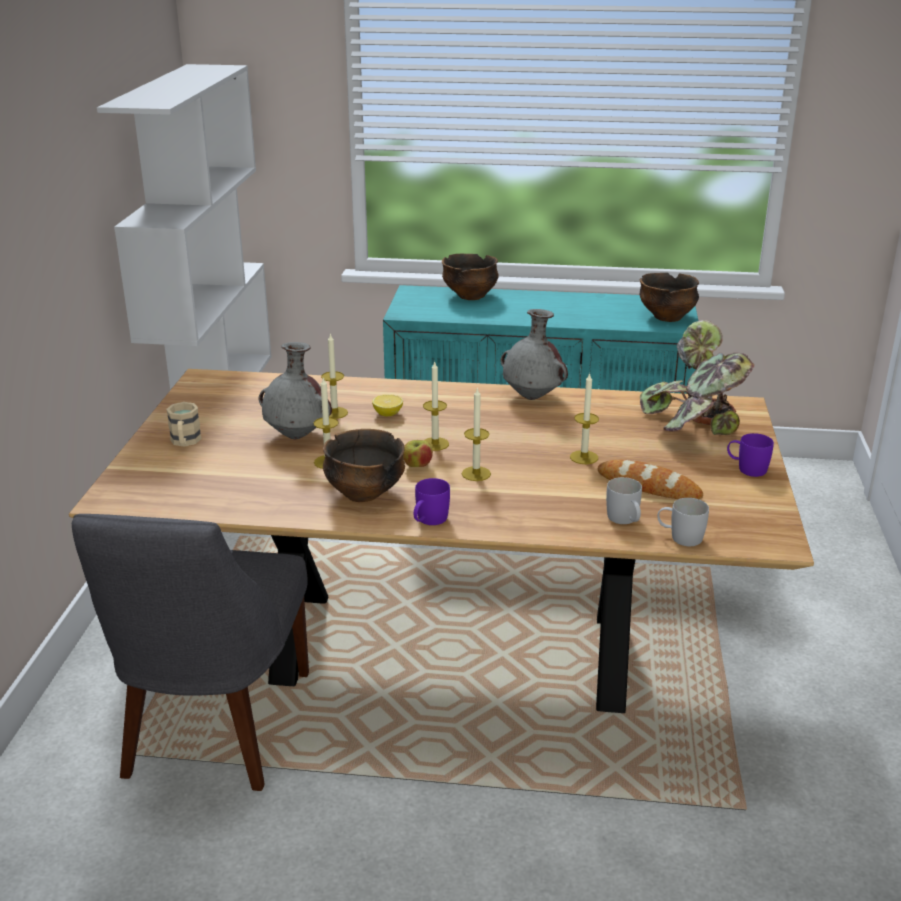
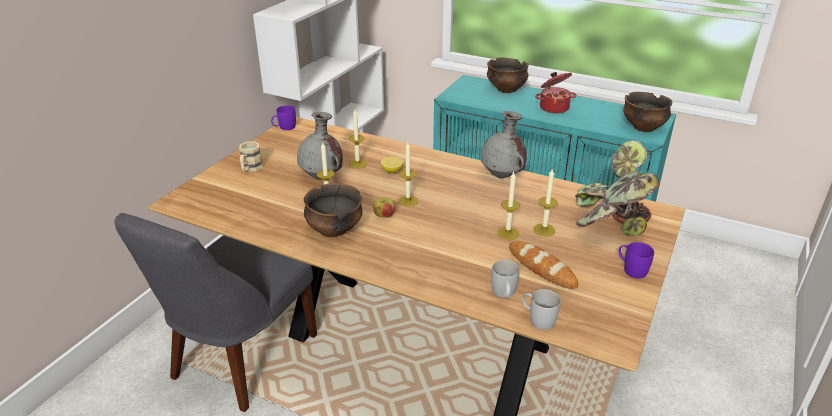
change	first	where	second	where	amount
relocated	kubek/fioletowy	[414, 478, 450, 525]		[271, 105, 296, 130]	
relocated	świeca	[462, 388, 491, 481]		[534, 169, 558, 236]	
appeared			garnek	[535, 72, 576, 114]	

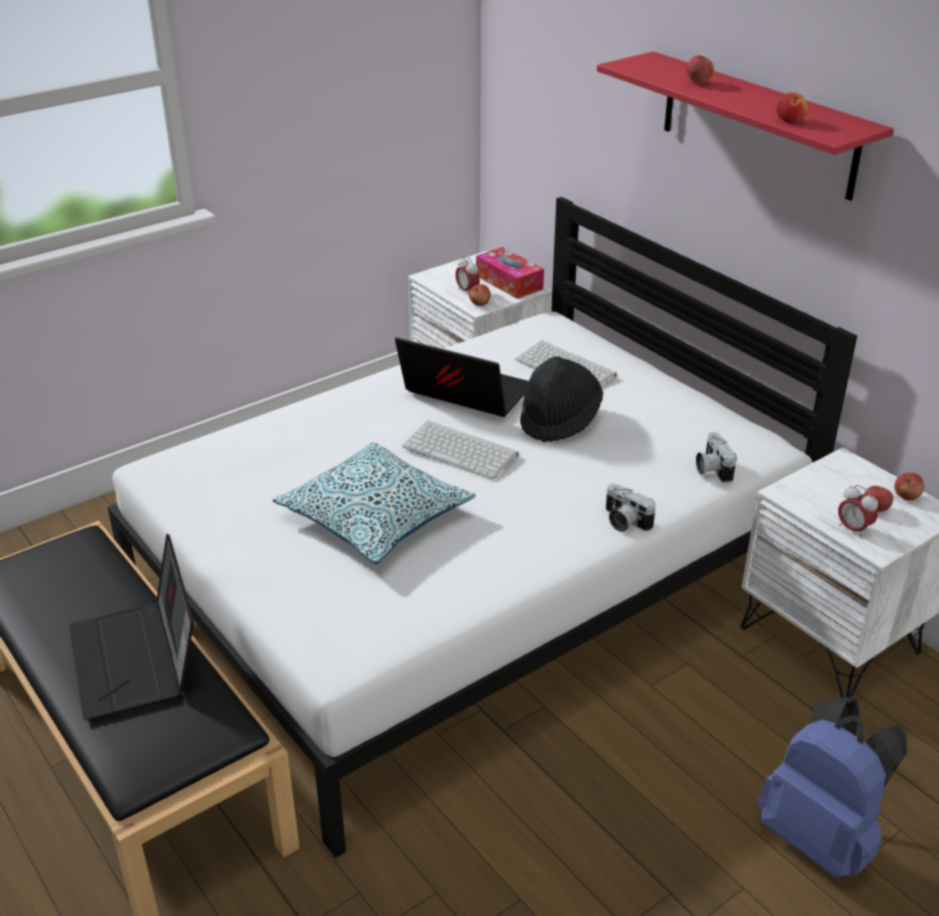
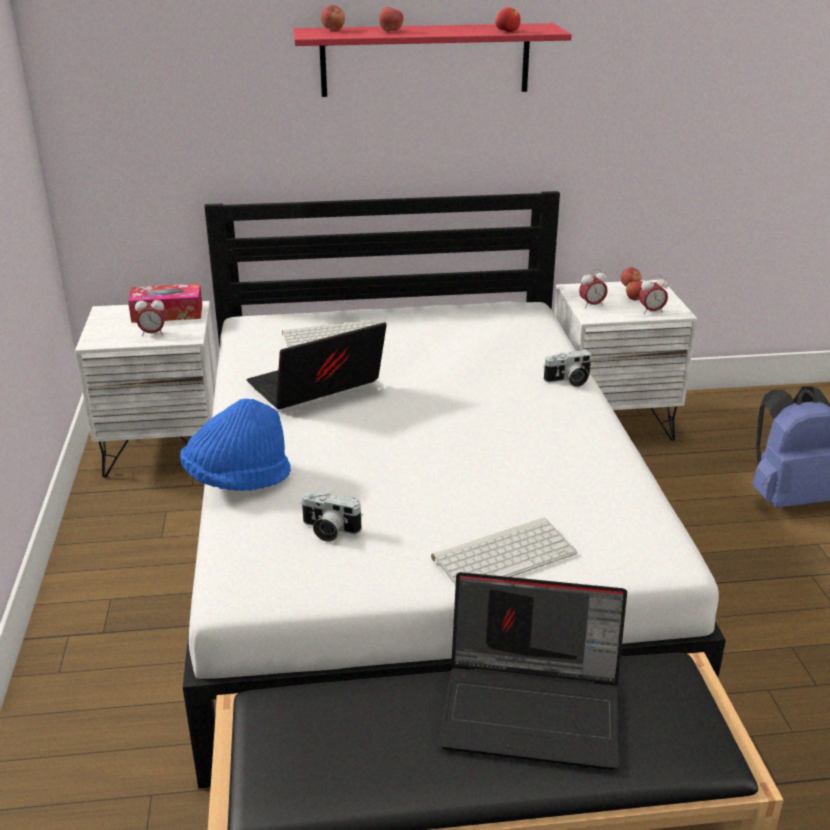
change	first	where	second	where	amount
missing	poduszka	[273, 442, 476, 564]			
relocated	klawiatura	[403, 420, 519, 479]		[431, 518, 577, 585]	
relocated	jabłko	[469, 284, 491, 306]		[321, 5, 345, 30]	
missing	kapelusz/czarny	[520, 356, 603, 442]			
relocated	aparat fotograficzny	[696, 432, 737, 483]		[301, 492, 363, 542]	
appeared			kapelusz/niebieski	[180, 398, 291, 491]	
appeared			budzik	[579, 269, 608, 308]	

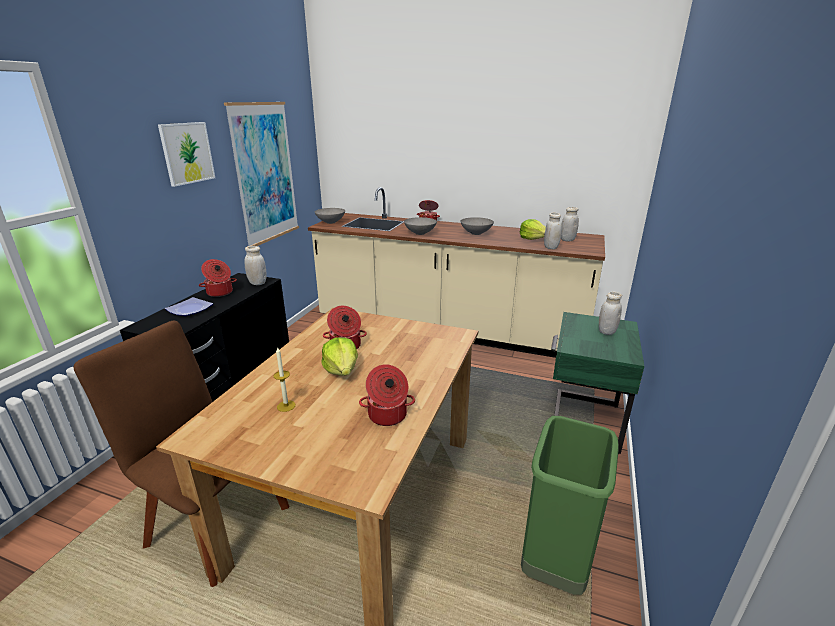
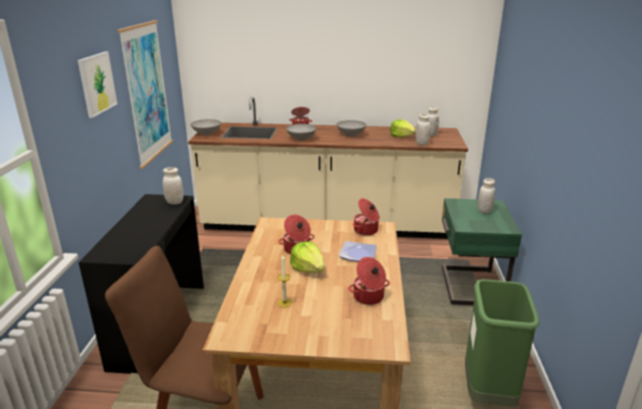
change	first	where	second	where	amount
relocated	talerz	[165, 297, 213, 316]		[339, 241, 376, 262]	
relocated	garnek	[199, 259, 237, 297]		[353, 198, 380, 235]	

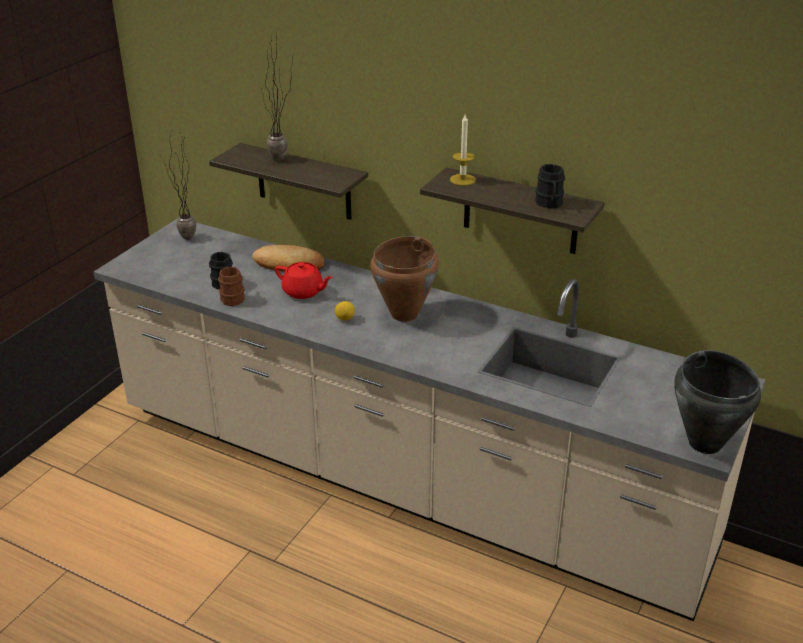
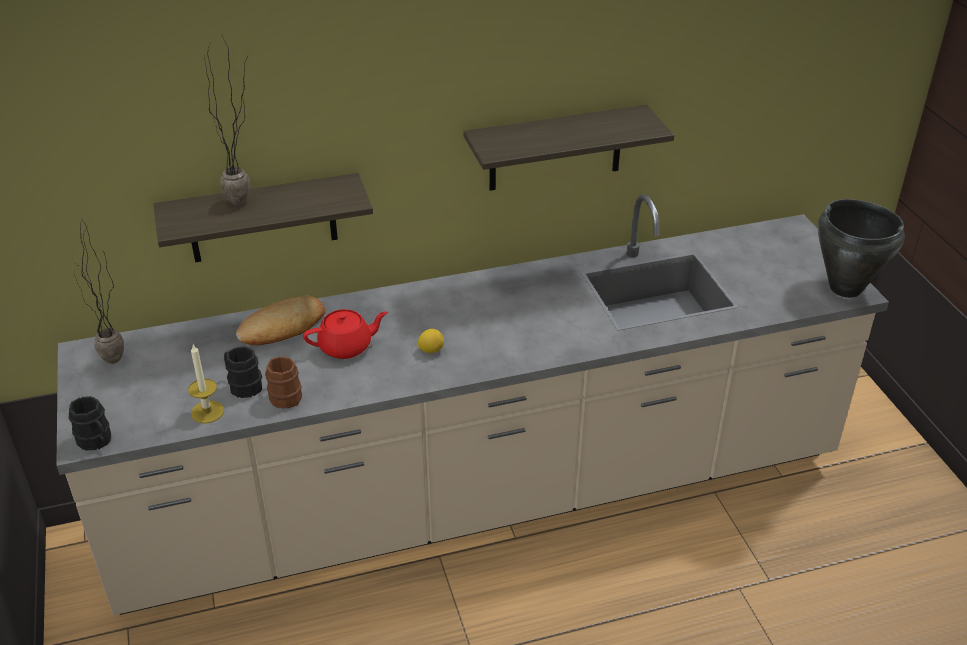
change	first	where	second	where	amount
missing	garnek/brązowy	[370, 236, 439, 322]			
relocated	świeca	[450, 115, 476, 186]		[188, 345, 224, 424]	
relocated	kubek/czarny	[535, 164, 565, 208]		[69, 396, 111, 450]	

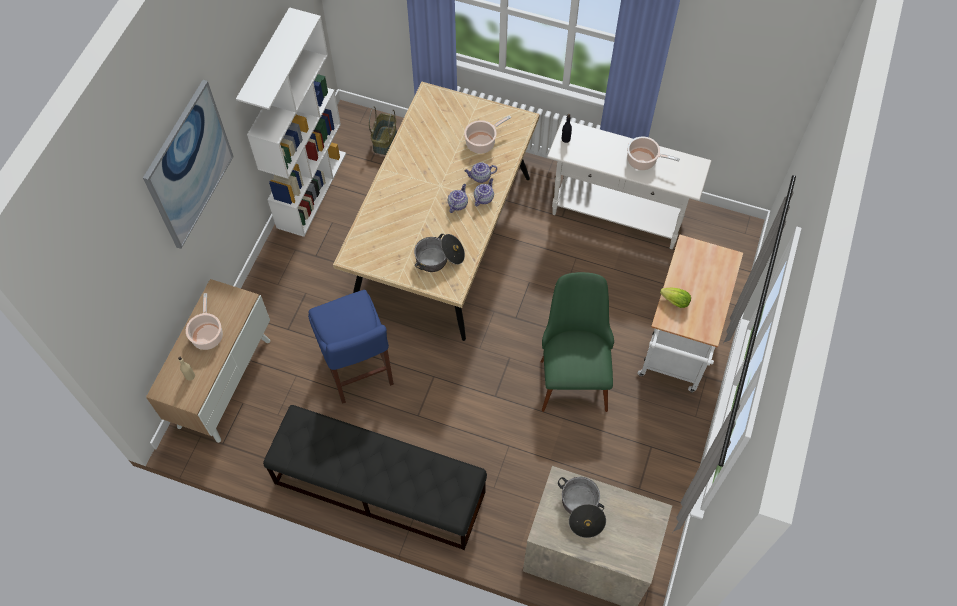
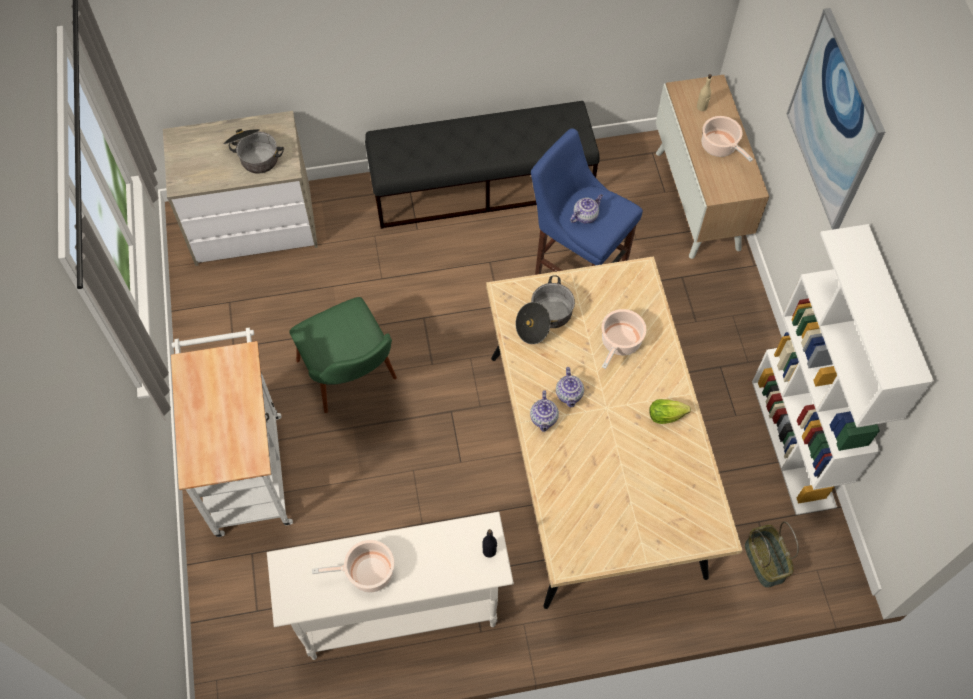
change	first	where	second	where	amount
relocated	garnek	[464, 115, 511, 154]		[601, 309, 646, 369]	
relocated	imbryk	[464, 162, 497, 183]		[570, 194, 603, 224]	
relocated	sałata	[660, 288, 691, 308]		[649, 399, 691, 424]	

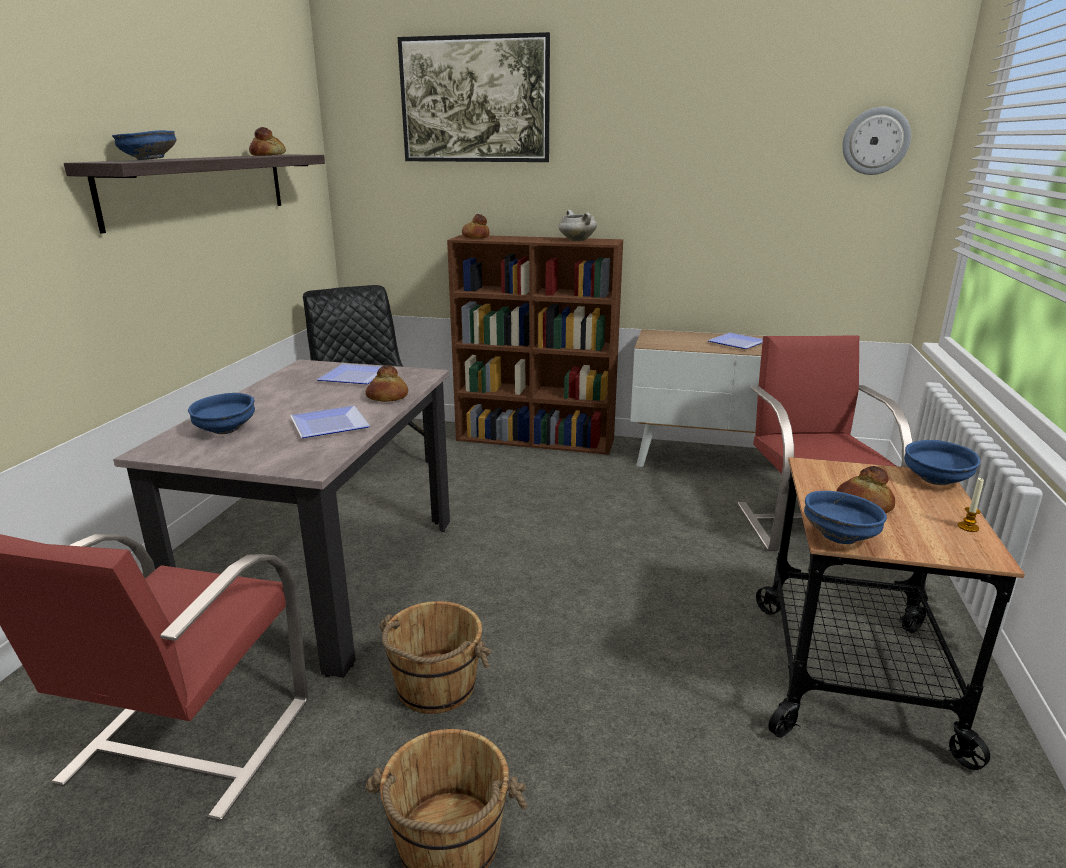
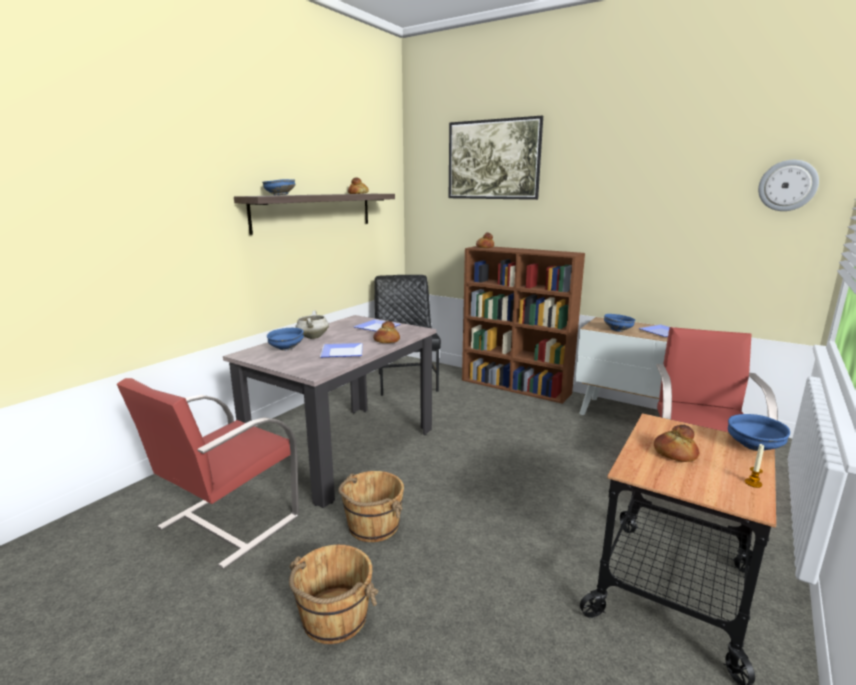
change	first	where	second	where	amount
relocated	garnek/biały	[558, 210, 597, 241]		[295, 311, 329, 339]	
relocated	miska/niebieski	[804, 491, 887, 544]		[604, 314, 635, 332]	

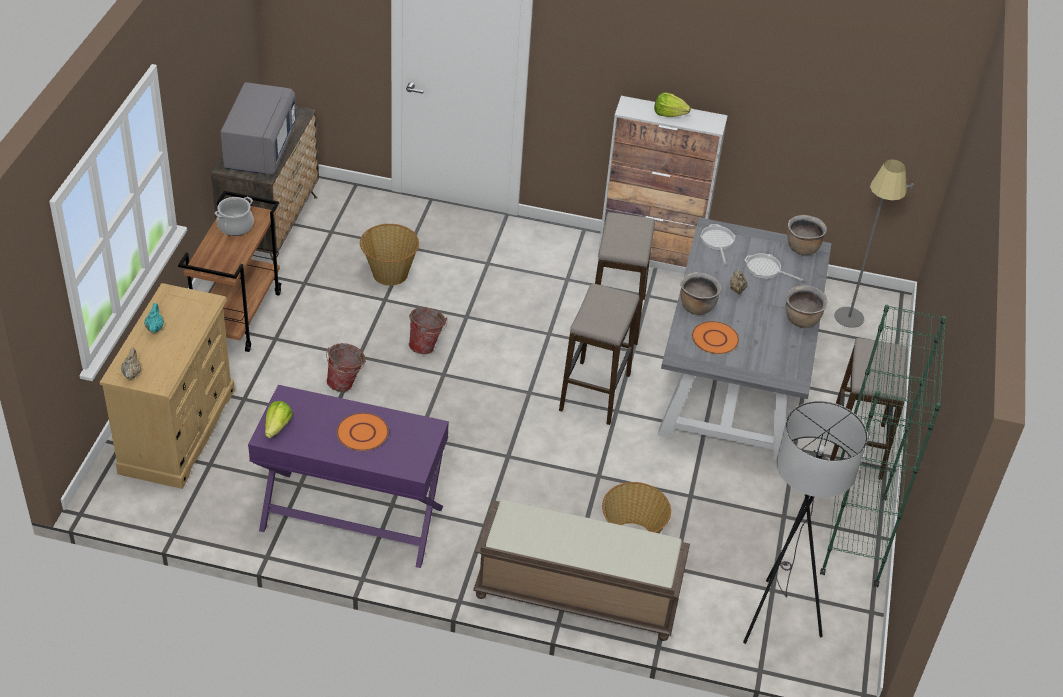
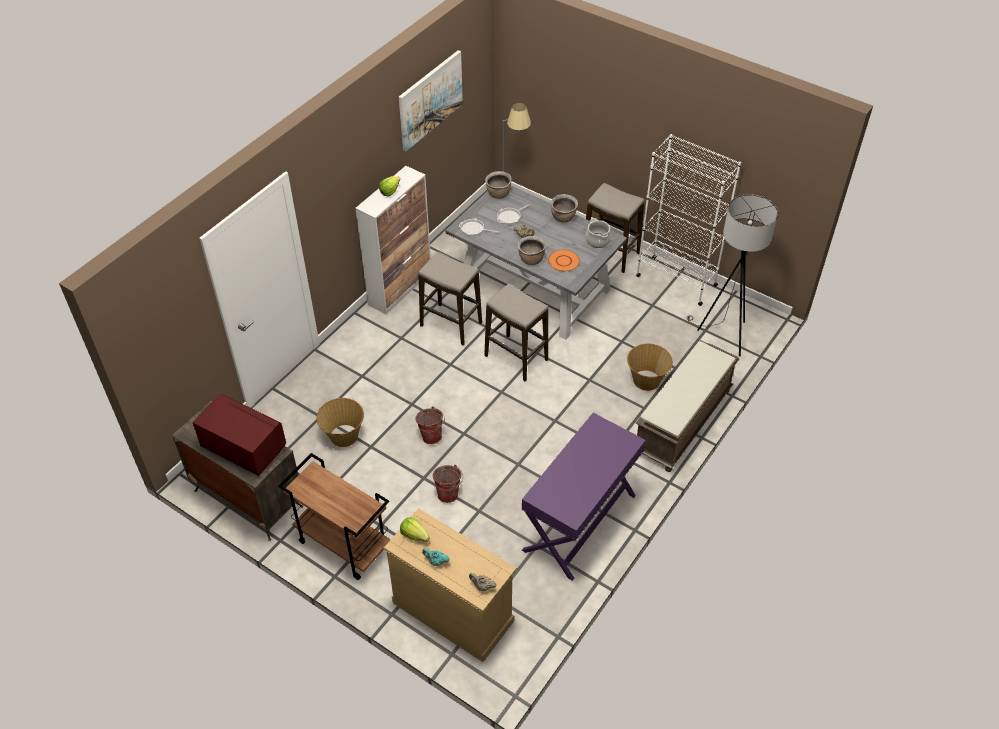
change	first	where	second	where	amount
relocated	garnek	[215, 197, 254, 236]		[585, 218, 611, 248]	
colour	mikrofalówka/szary	[220, 82, 297, 174]	mikrofalówka/czerwony	[193, 394, 286, 476]	
relocated	sałata	[265, 401, 293, 438]		[400, 517, 430, 542]	
missing	talerz/pomarańczowy	[337, 413, 389, 451]			
colour	regał/zielony	[820, 305, 947, 587]	regał/biały	[636, 134, 741, 306]	
appeared			obraz	[399, 50, 463, 152]	

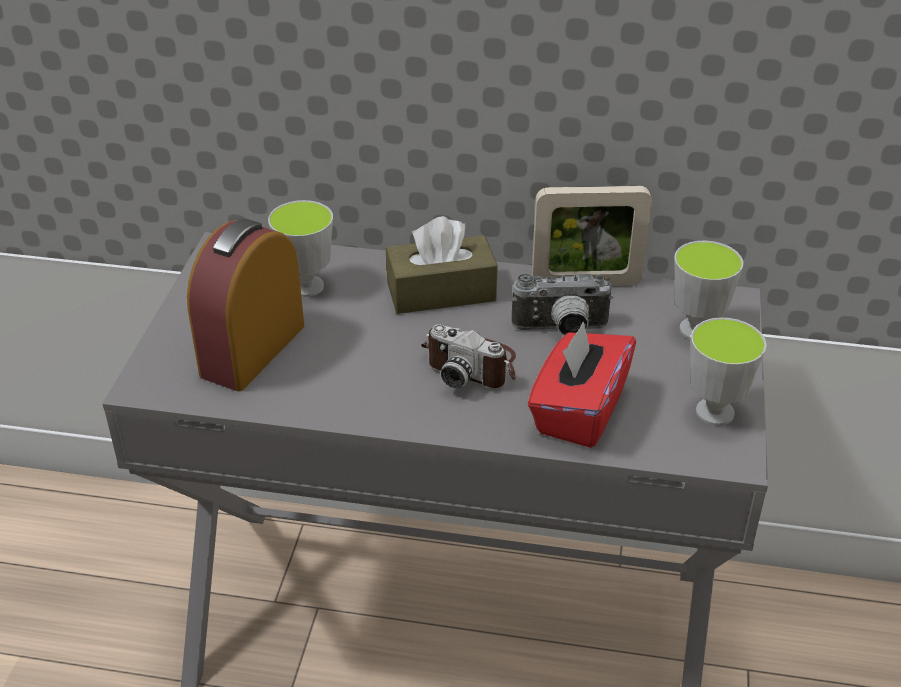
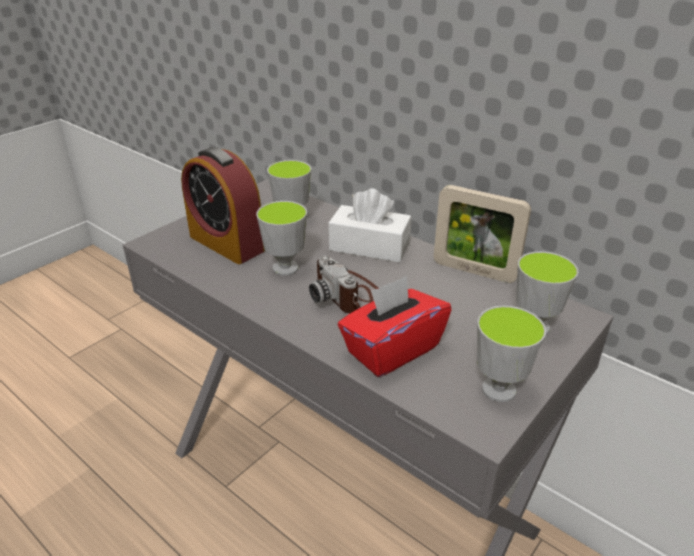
change	first	where	second	where	amount
spun	budzik	[187, 219, 304, 391]		[181, 147, 265, 264]	105 degrees counterclockwise
colour	pudełko chusteczek/brązowy	[386, 216, 498, 314]	pudełko chusteczek/biały	[328, 188, 411, 263]	
missing	aparat fotograficzny	[511, 274, 613, 335]			
appeared			filiżanka	[256, 201, 307, 276]	

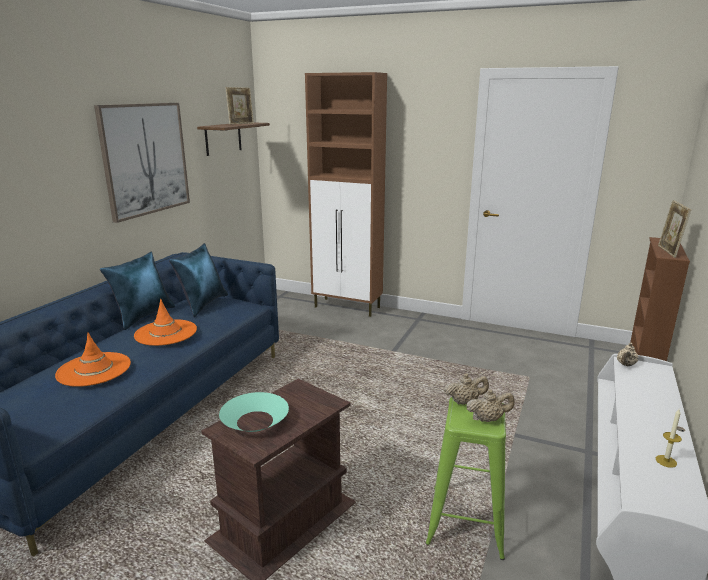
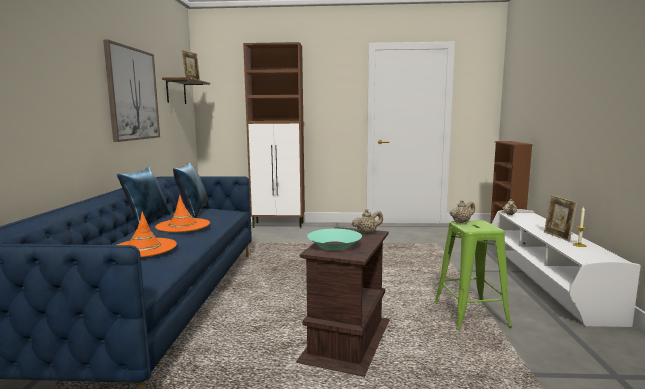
change	first	where	second	where	amount
relocated	imbryk/beżowy	[466, 389, 515, 422]		[352, 209, 383, 234]	
relocated	ramka na zdjęcie	[658, 200, 691, 258]		[544, 195, 577, 242]	

